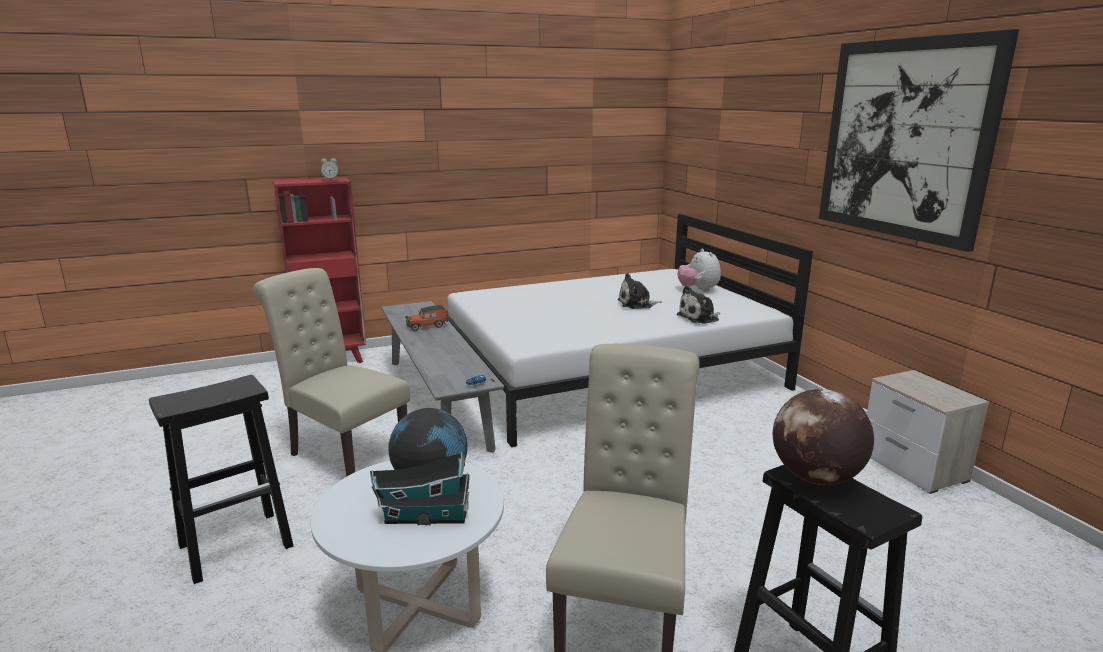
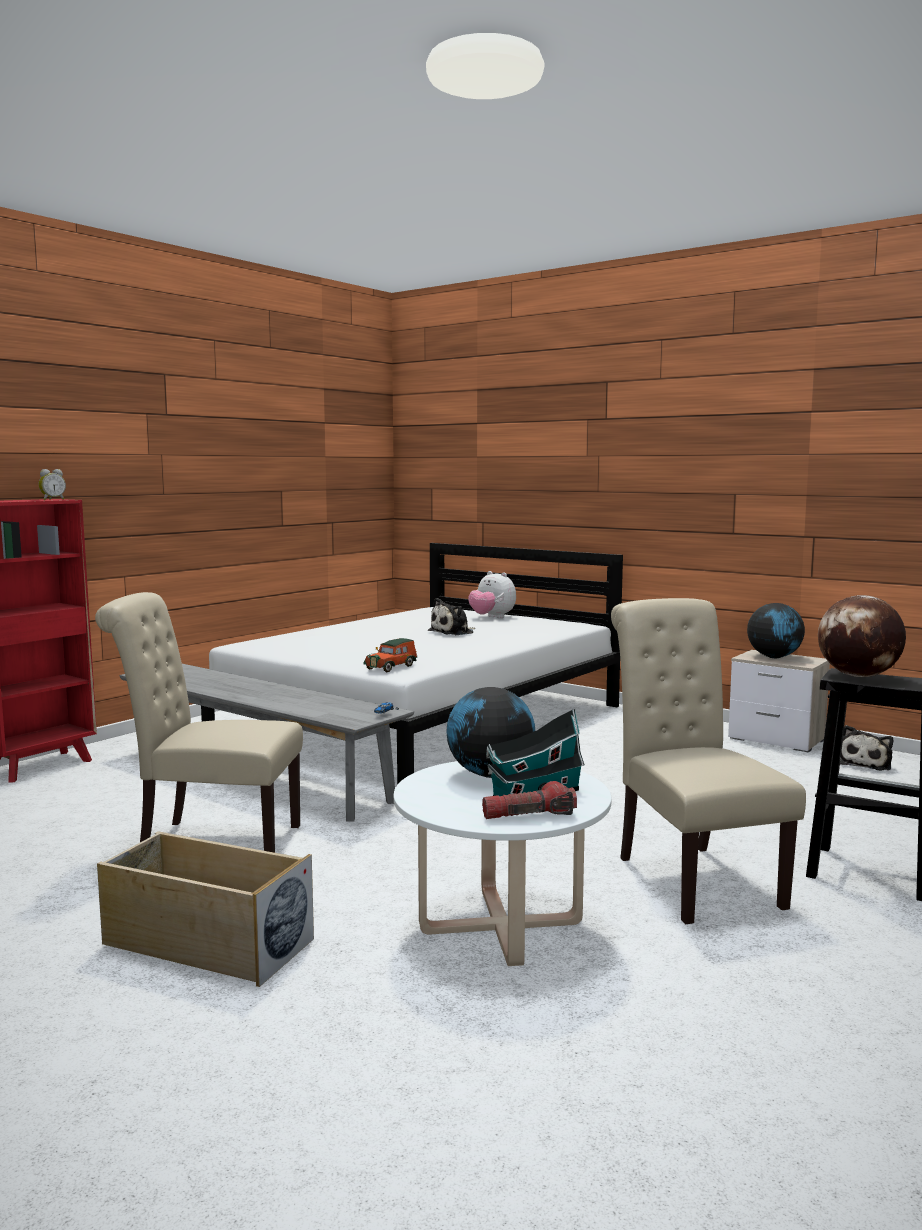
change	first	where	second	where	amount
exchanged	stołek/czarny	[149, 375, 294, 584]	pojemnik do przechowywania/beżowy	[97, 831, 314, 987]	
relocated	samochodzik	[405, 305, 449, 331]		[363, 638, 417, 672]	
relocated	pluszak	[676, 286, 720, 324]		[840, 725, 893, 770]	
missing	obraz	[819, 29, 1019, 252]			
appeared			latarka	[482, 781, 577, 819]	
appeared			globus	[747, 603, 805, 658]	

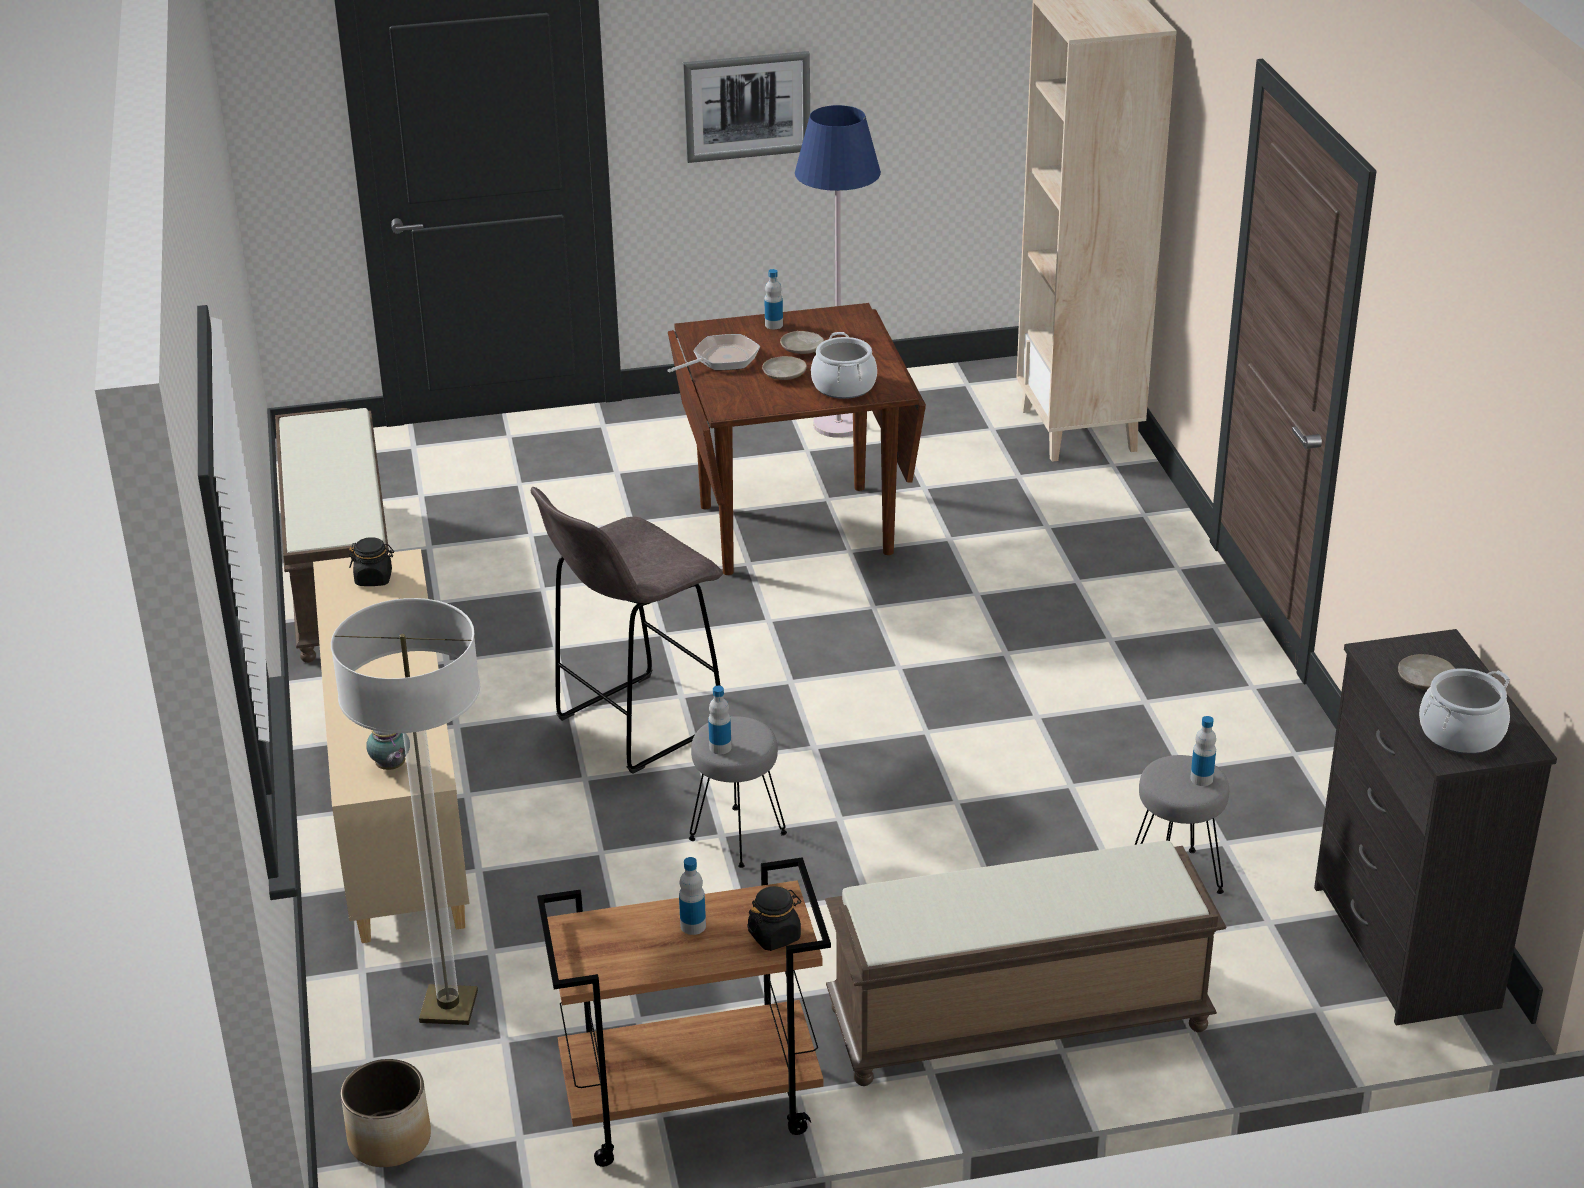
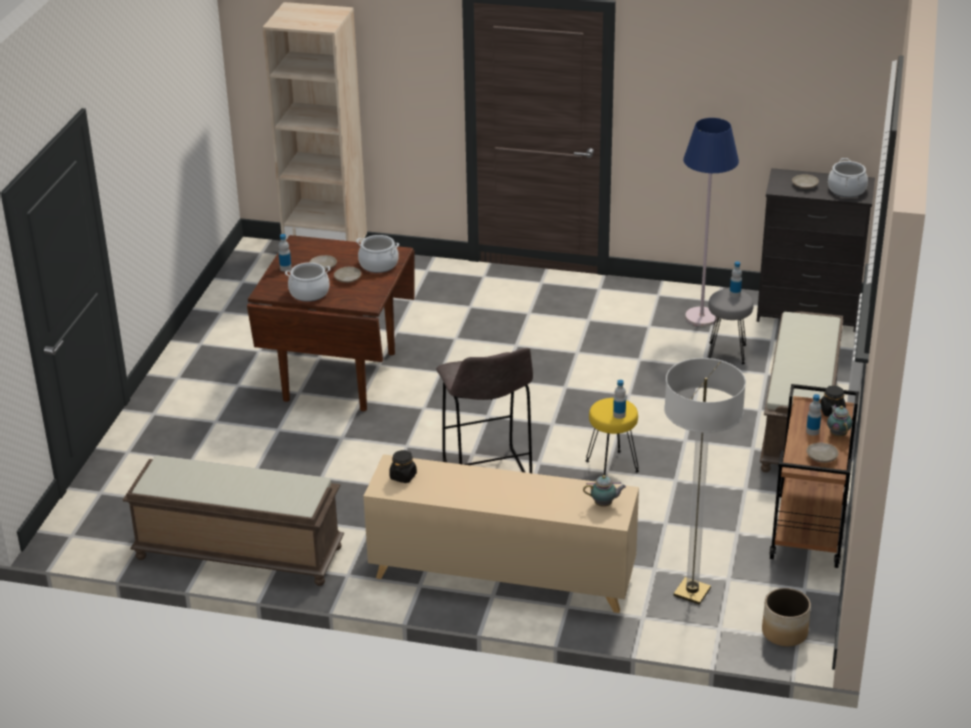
change	first	where	second	where	amount
exchanged	patelnia	[667, 334, 760, 373]	garnek	[285, 262, 330, 302]	
missing	obraz	[683, 51, 810, 163]			
colour	stołek/szary	[689, 716, 787, 868]	stołek/żółty	[585, 398, 639, 475]	
relocated	lampa stojąca/niebieski	[795, 105, 881, 438]		[683, 118, 739, 326]	
appeared			talerz/beżowy	[807, 443, 839, 463]	
appeared			imbryk	[827, 404, 852, 437]	

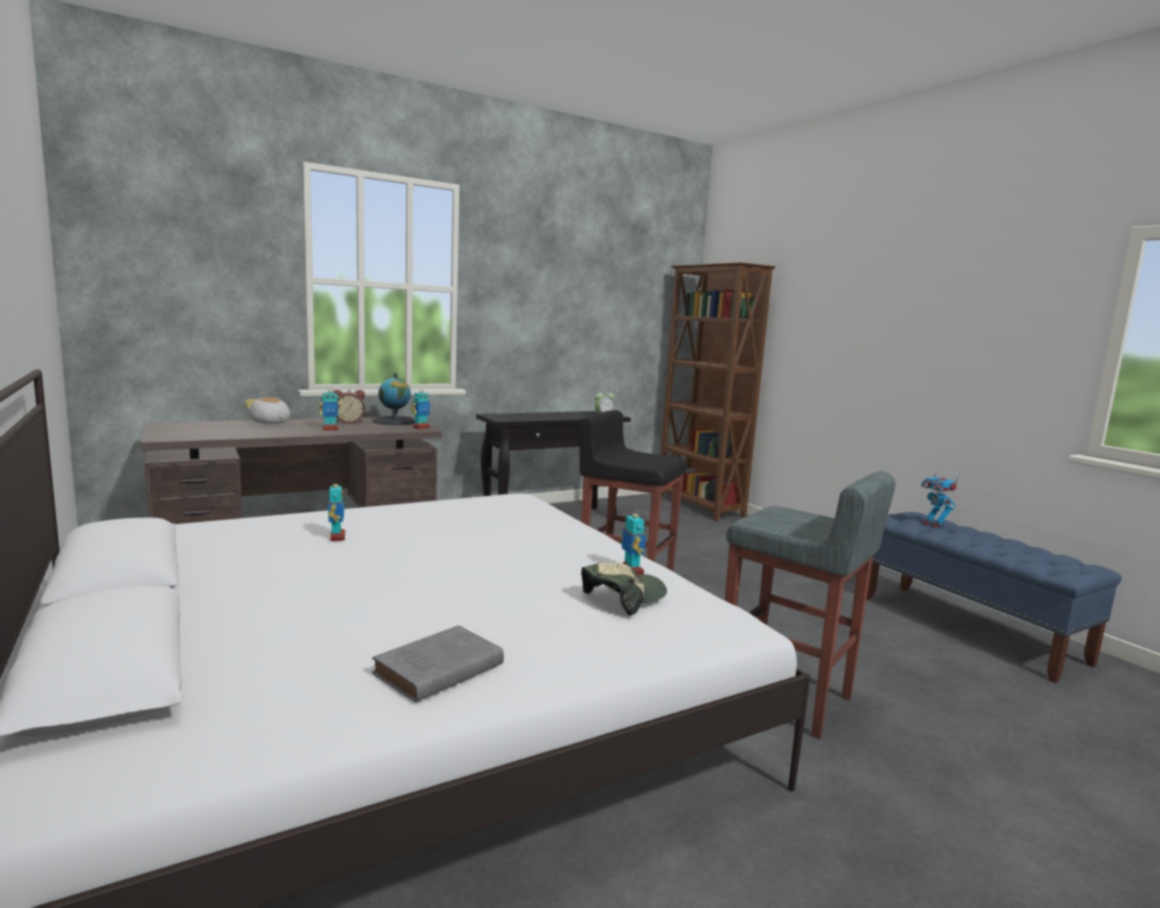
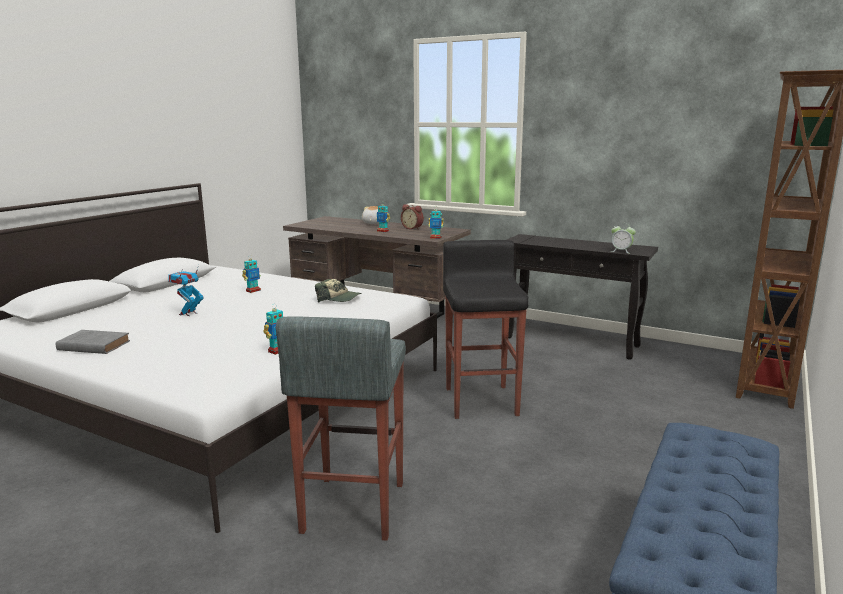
change	first	where	second	where	amount
missing	globus	[372, 373, 415, 425]			
relocated	czapka z daszkiem	[581, 563, 667, 616]		[315, 279, 362, 303]	
relocated	robot zabawkowy	[921, 468, 961, 528]		[168, 265, 204, 316]	

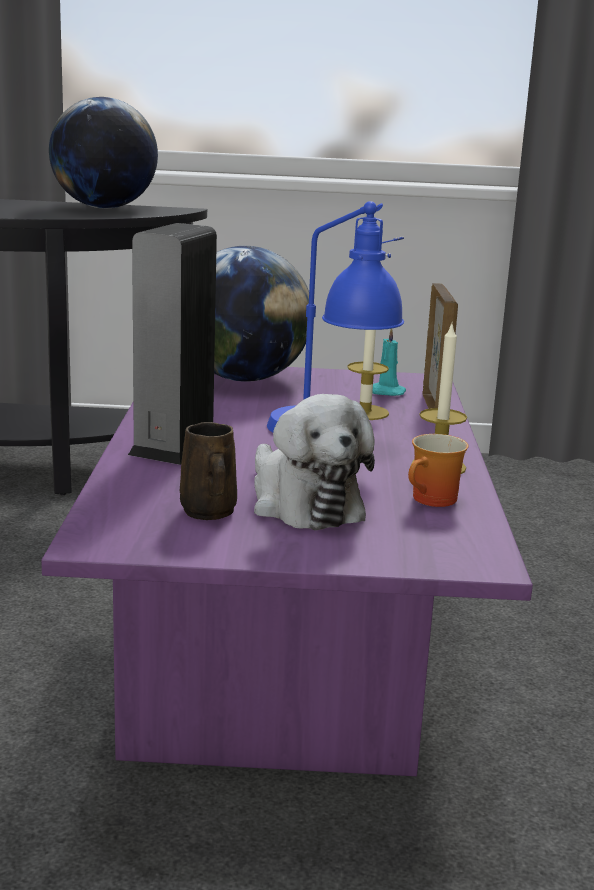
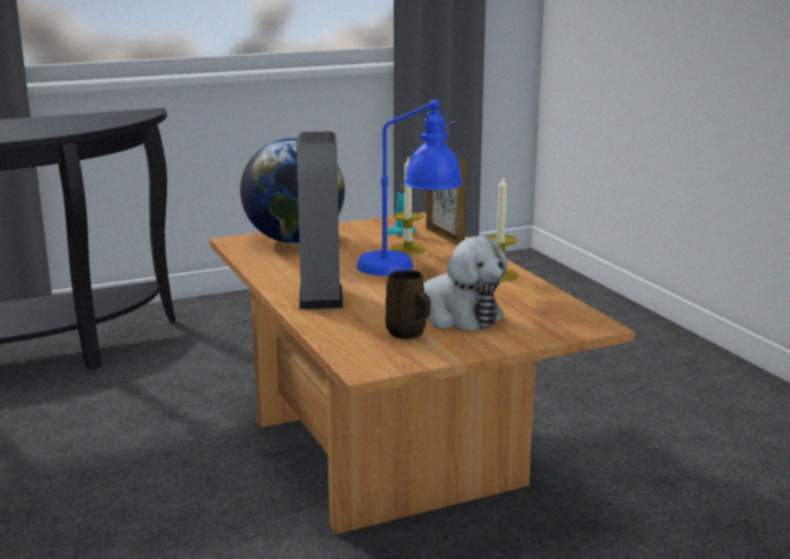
change	first	where	second	where	amount
colour	ława/fioletowy	[41, 367, 533, 776]	ława/brązowy	[210, 212, 634, 534]	
missing	globus	[49, 97, 158, 208]			
missing	kubek	[408, 434, 468, 507]			

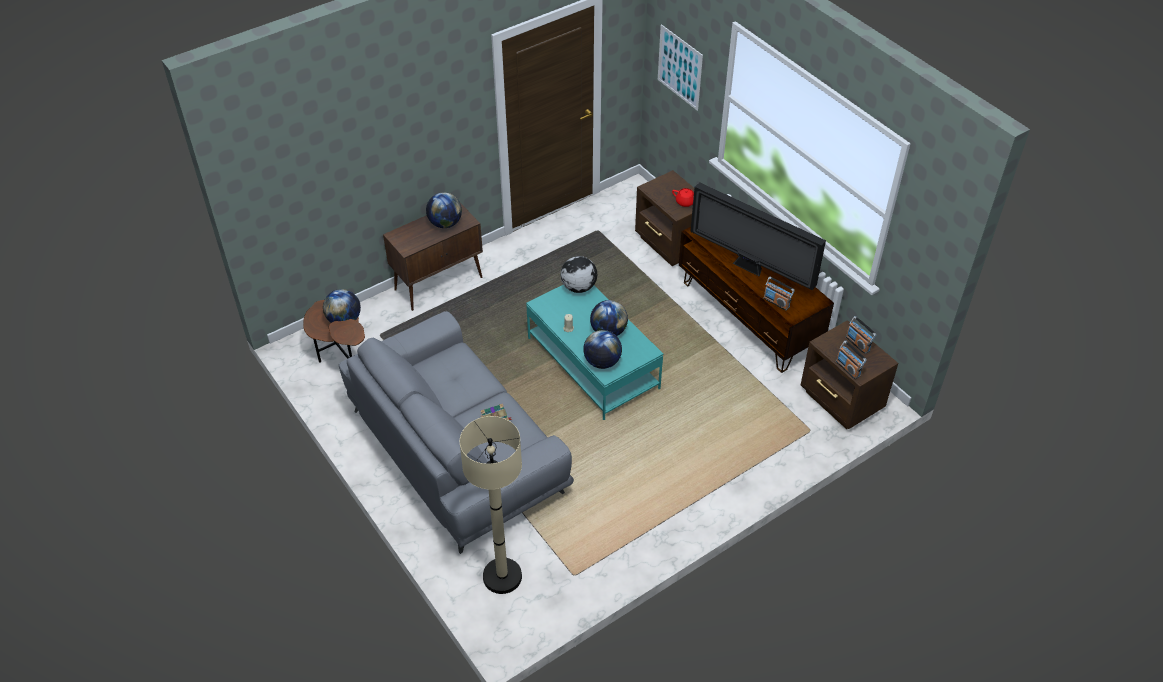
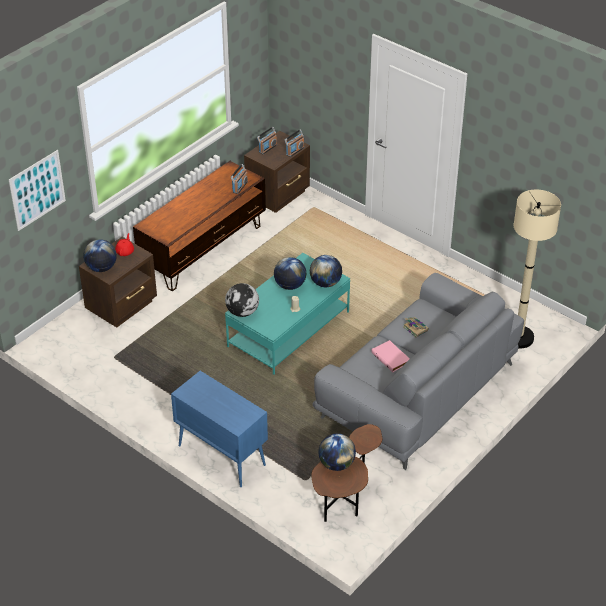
change	first	where	second	where	amount
colour	szafka/brązowy	[383, 203, 483, 311]	szafka/niebieski	[171, 371, 268, 487]	
relocated	globus	[426, 192, 462, 228]		[83, 239, 117, 272]	
missing	telewizor	[690, 182, 826, 290]			
appeared			książka/różowy	[371, 340, 410, 372]	

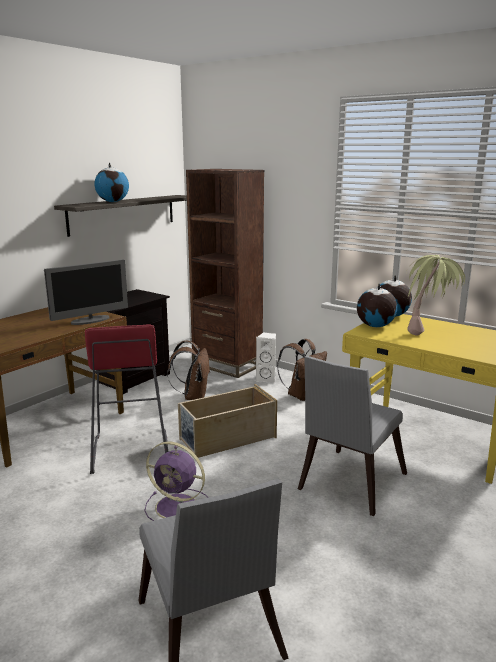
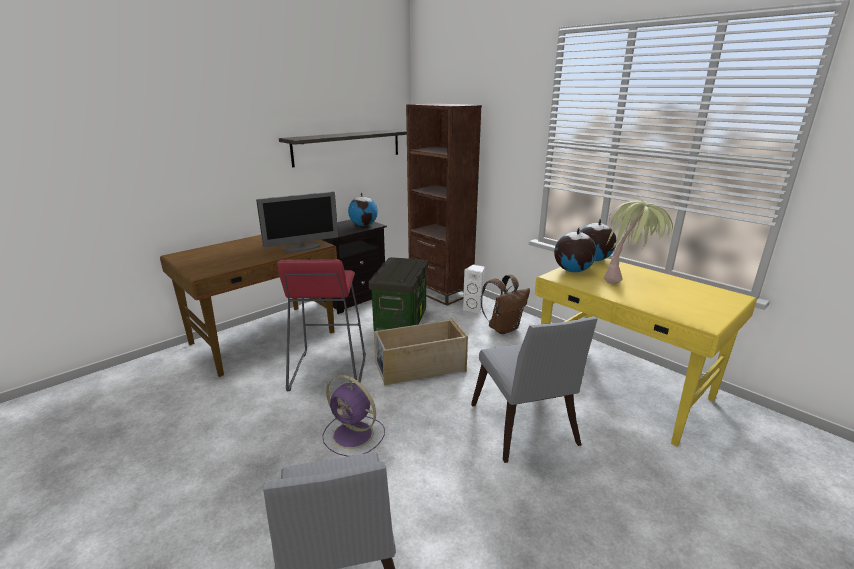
change	first	where	second	where	amount
relocated	globus	[94, 163, 129, 202]		[348, 192, 378, 226]	
exchanged	plecak/brązowy	[167, 341, 211, 400]	pojemnik do przechowywania	[369, 257, 428, 331]	
spun	krzesło/szary	[298, 356, 407, 516]		[471, 316, 598, 463]	60 degrees counterclockwise

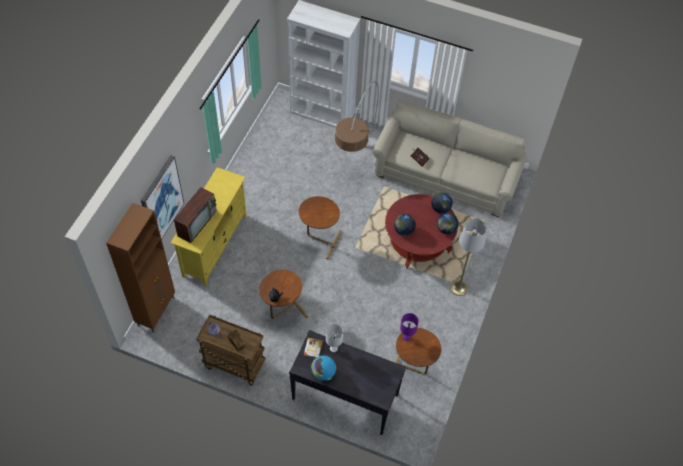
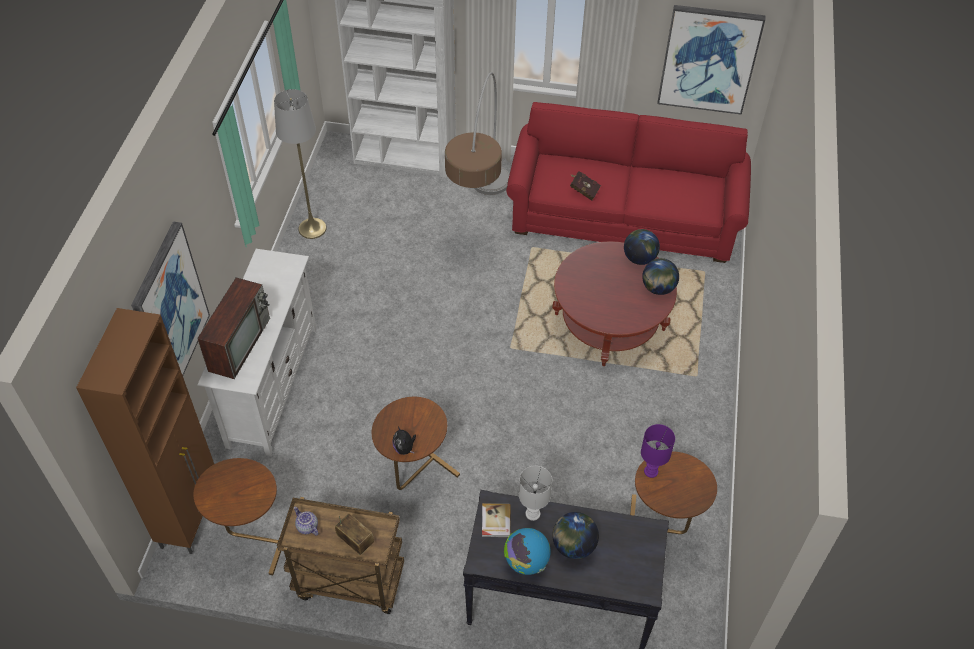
change	first	where	second	where	amount
colour	szafka pod telewizor/żółty	[171, 167, 246, 286]	szafka pod telewizor/biały	[197, 249, 316, 456]	
relocated	stolik/brązowy	[299, 196, 342, 259]		[193, 458, 281, 575]	
colour	kanapa/beżowy	[372, 100, 527, 217]	kanapa/czerwony	[506, 102, 751, 263]	
relocated	globus	[394, 214, 416, 236]		[552, 512, 599, 559]	
relocated	lampa stojąca/szary	[450, 218, 487, 296]		[274, 89, 327, 239]	
appeared			obraz	[657, 5, 766, 115]	

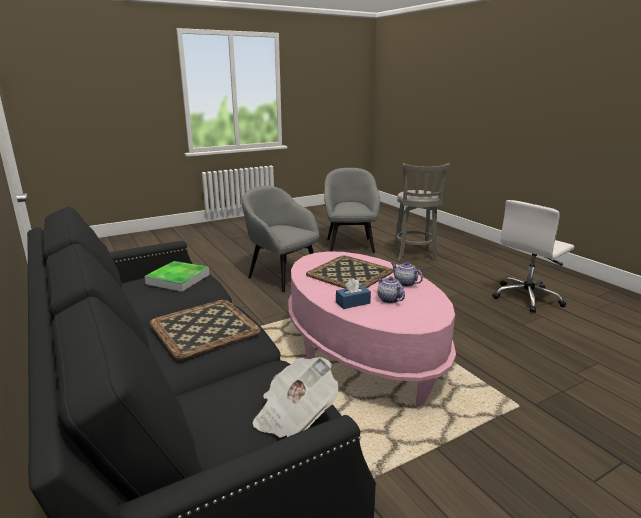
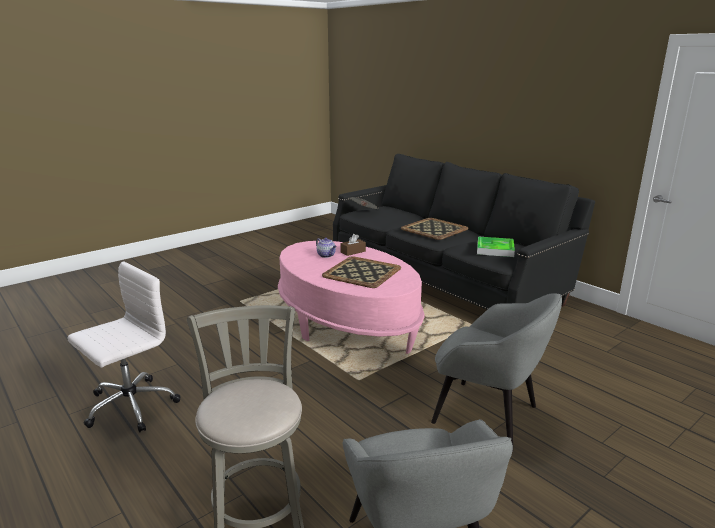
change	first	where	second	where	amount
colour	pudełko chusteczek/niebieski	[336, 278, 371, 309]	pudełko chusteczek/brązowy	[340, 234, 366, 256]	
missing	imbryk	[391, 262, 423, 287]			

